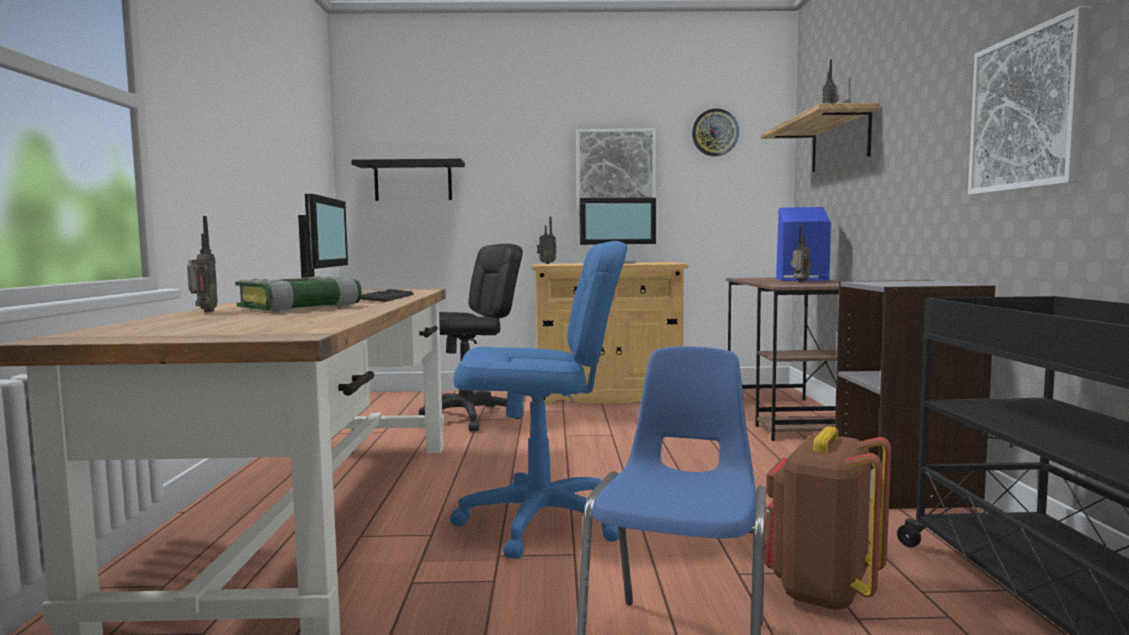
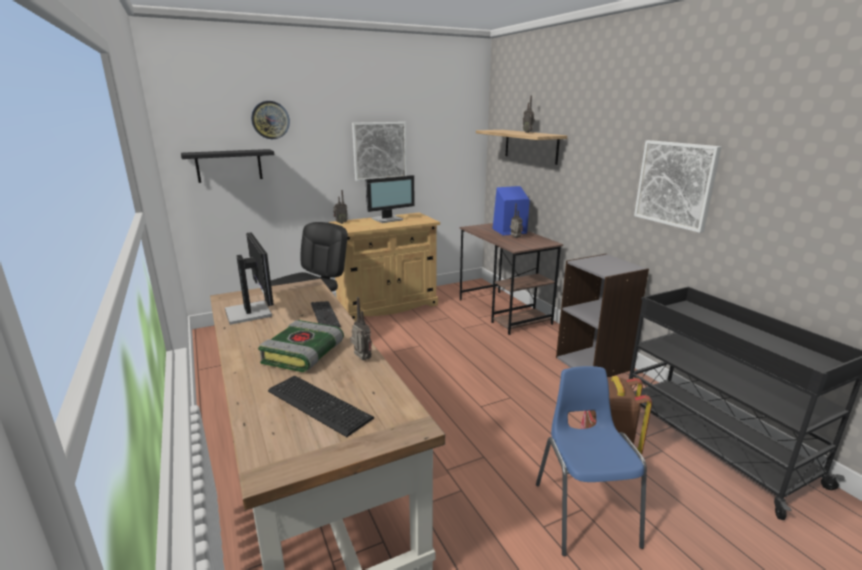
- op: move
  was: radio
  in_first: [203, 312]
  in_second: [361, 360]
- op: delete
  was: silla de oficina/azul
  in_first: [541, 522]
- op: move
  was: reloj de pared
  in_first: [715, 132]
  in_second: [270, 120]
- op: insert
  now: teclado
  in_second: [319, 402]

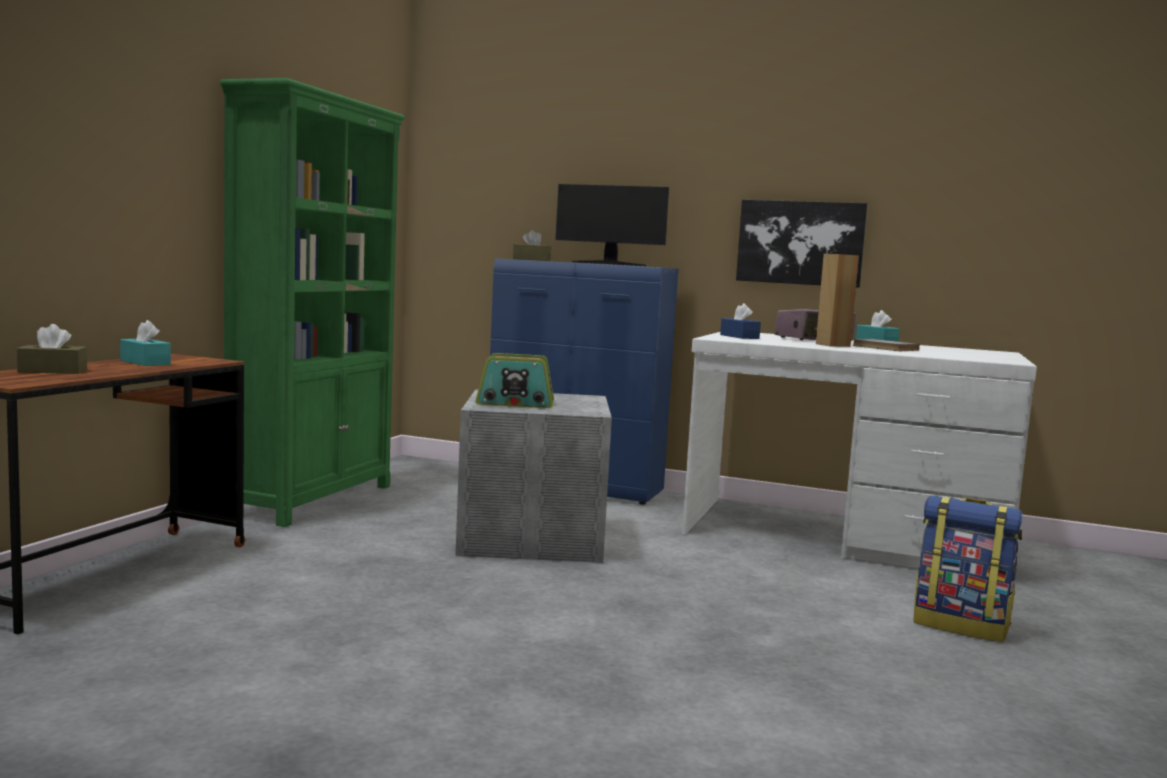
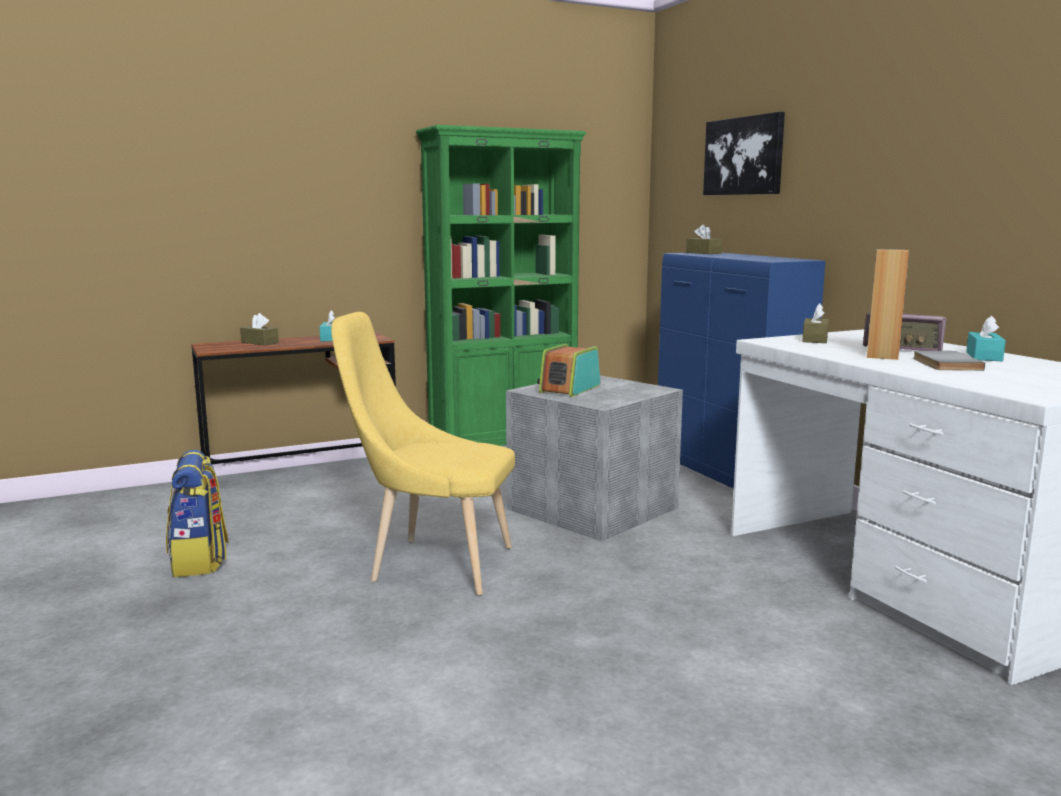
- op: rotate
  was: radio
  in_first: [515, 403]
  in_second: [569, 389]
  clockwise: 75
- op: delete
  was: monitor
  in_first: [609, 264]
- op: recolor
  was: caja de pañuelos/azul
  now: caja de pañuelos/marrón
  in_first: [739, 337]
  in_second: [815, 339]
- op: move
  was: cuadro
  in_first: [800, 243]
  in_second: [744, 156]
- op: move
  was: mochila
  in_first: [961, 625]
  in_second: [200, 561]
- op: insert
  now: silla/amarillo
  in_second: [432, 564]

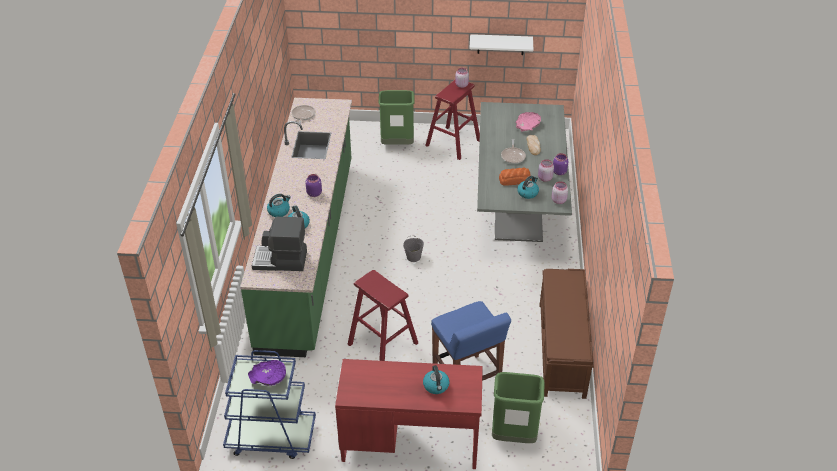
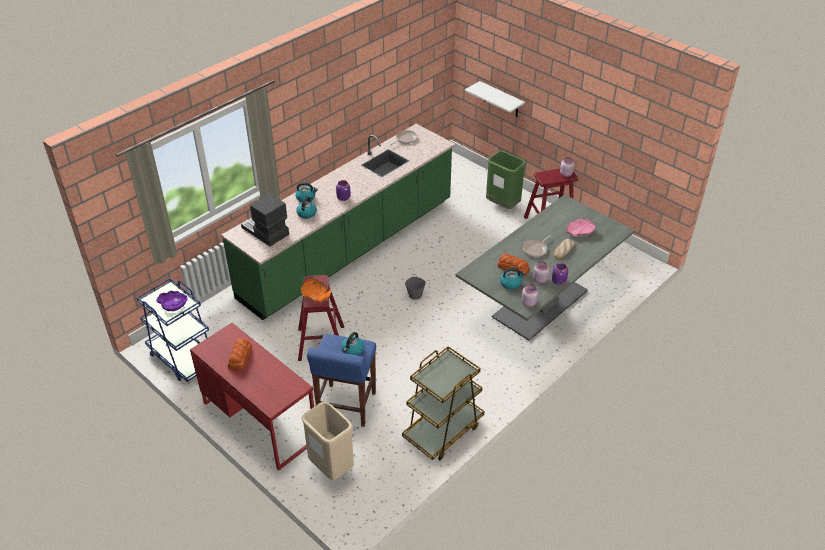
- op: move
  was: hervidor
  in_first: [436, 386]
  in_second: [352, 350]
- op: move
  was: estante/blanco
  in_first: [500, 44]
  in_second: [501, 100]
- op: recolor
  was: papelera/verde
  now: papelera/beis
  in_first: [513, 436]
  in_second: [331, 467]
- op: replace
  was: banco/marrón
  now: carrito/marrón
  in_first: [561, 350]
  in_second: [443, 431]
- op: insert
  now: pan
  in_second: [240, 357]
- op: insert
  now: cuenco/naranja
  in_second: [316, 294]

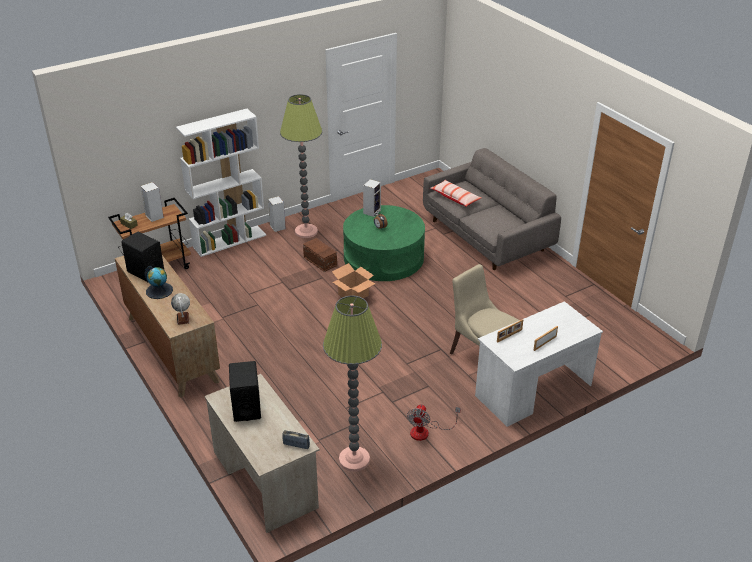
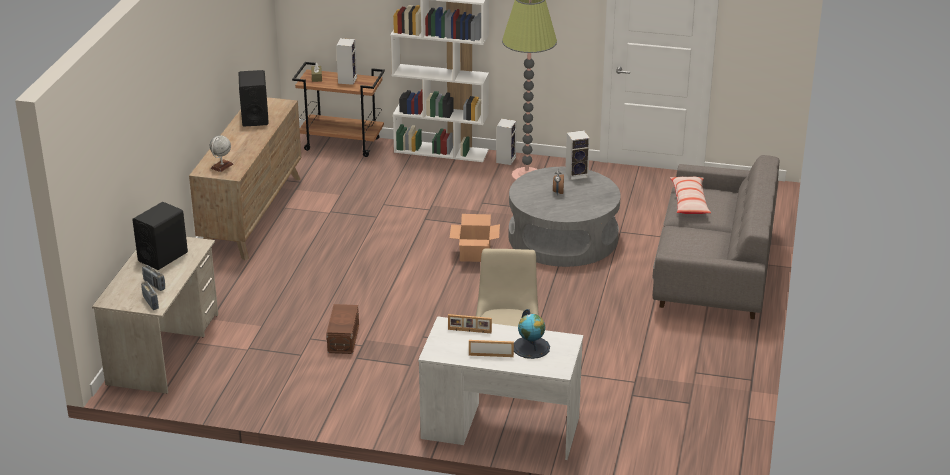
- op: move
  was: globo terráqueo
  in_first: [159, 290]
  in_second: [531, 347]
- op: move
  was: caja de almacenaje/marrón
  in_first: [320, 262]
  in_second: [342, 339]
- op: delete
  was: lámpara de pie
  in_first: [354, 459]
- op: recolor
  was: mesa de centro/verde
  now: mesa de centro/gris
  in_first: [383, 257]
  in_second: [563, 237]
- op: delete
  was: ventilador
  in_first: [426, 431]
- op: insert
  now: radio
  in_second: [154, 285]

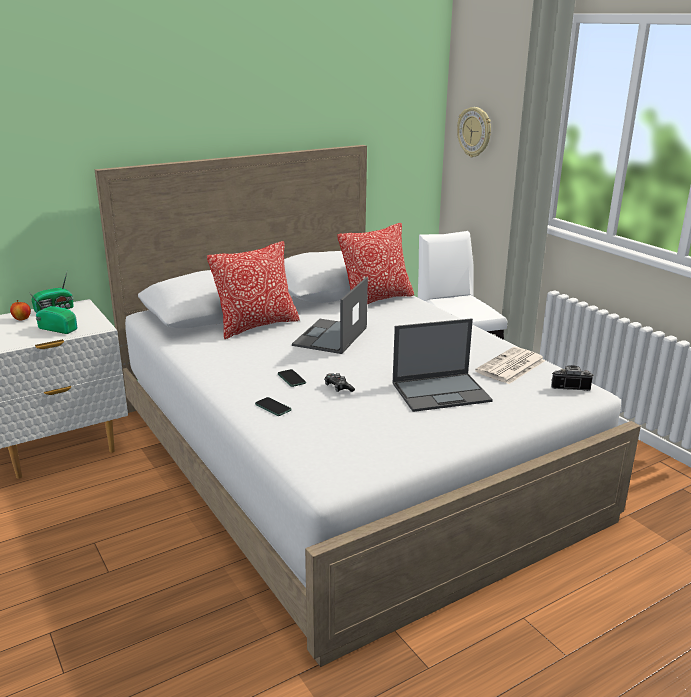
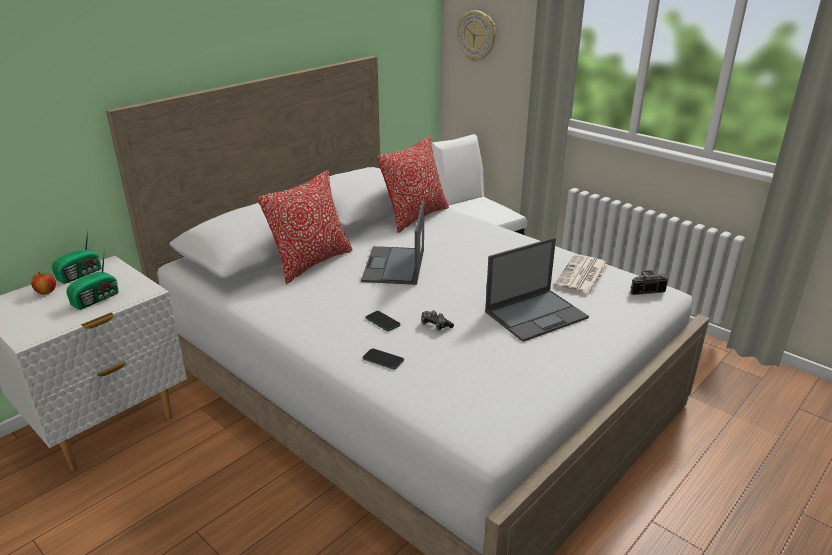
- op: rotate
  was: radio
  in_first: [57, 328]
  in_second: [97, 299]
  clockwise: 120

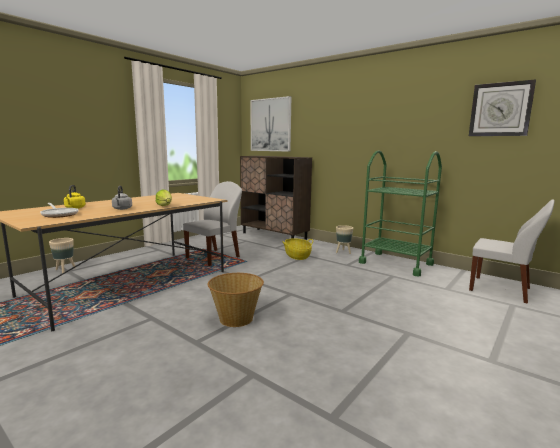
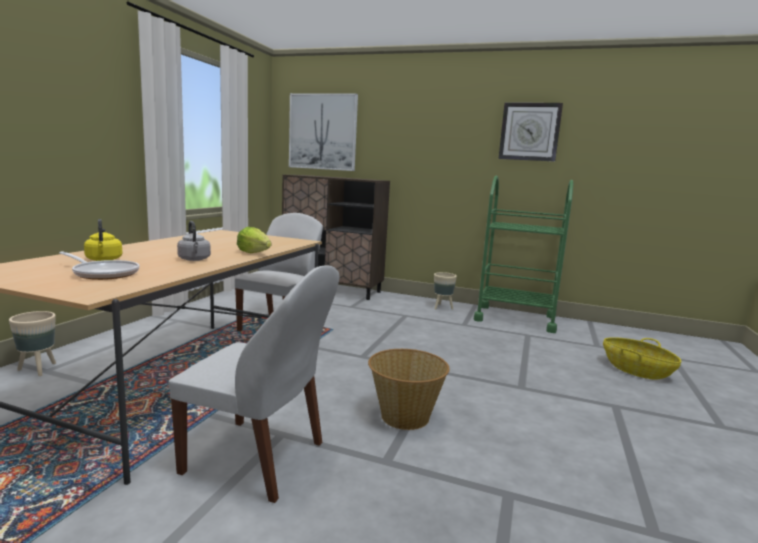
- op: move
  was: cesta
  in_first: [297, 256]
  in_second: [636, 370]
- op: move
  was: reloj de pared
  in_first: [500, 109]
  in_second: [529, 132]
- op: move
  was: silla/blanco
  in_first: [502, 290]
  in_second: [258, 459]

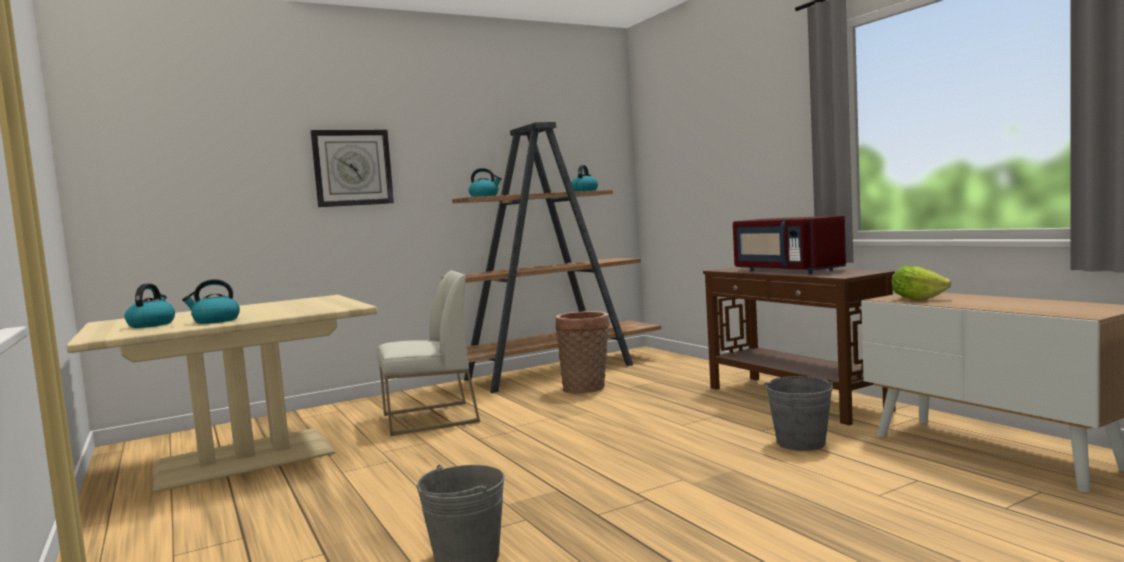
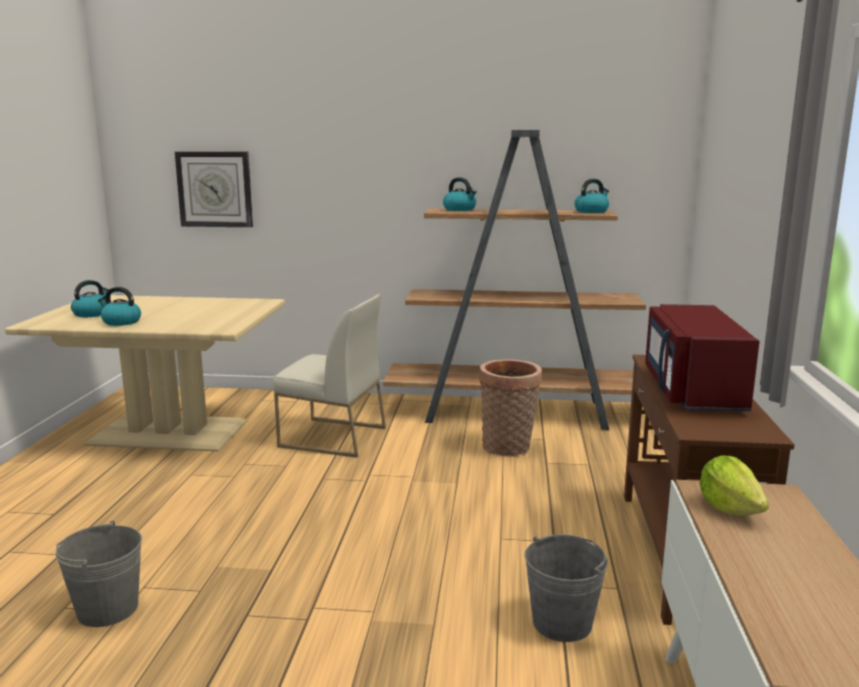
- op: move
  was: reloj de pared
  in_first: [352, 168]
  in_second: [215, 189]

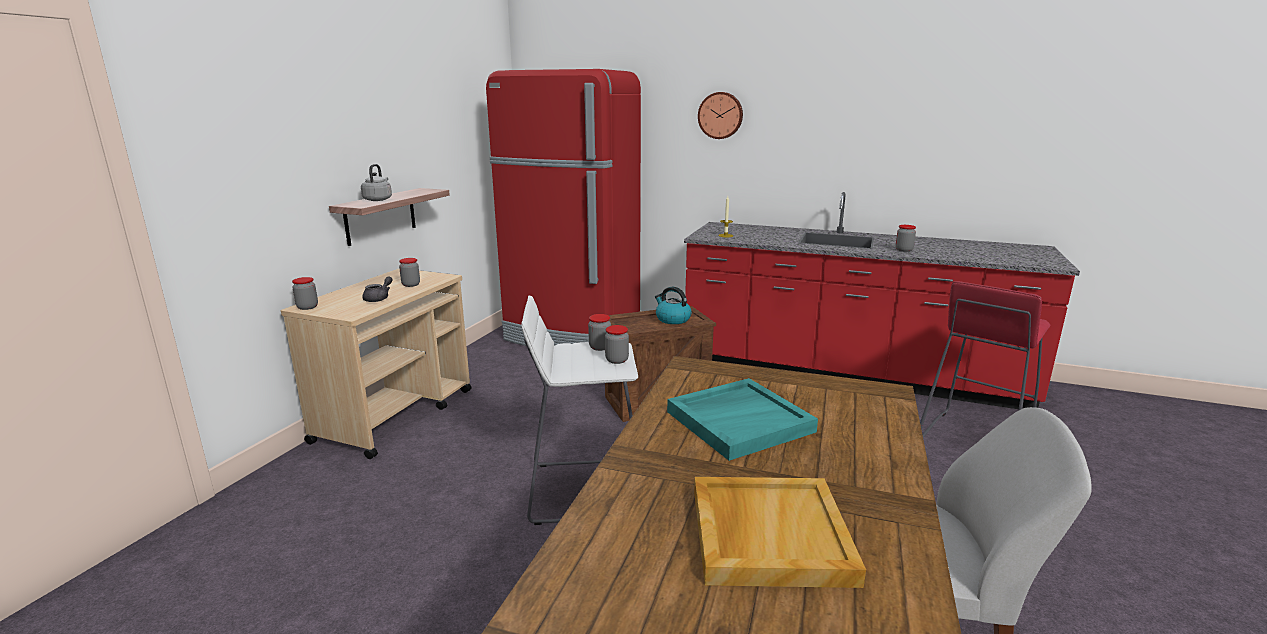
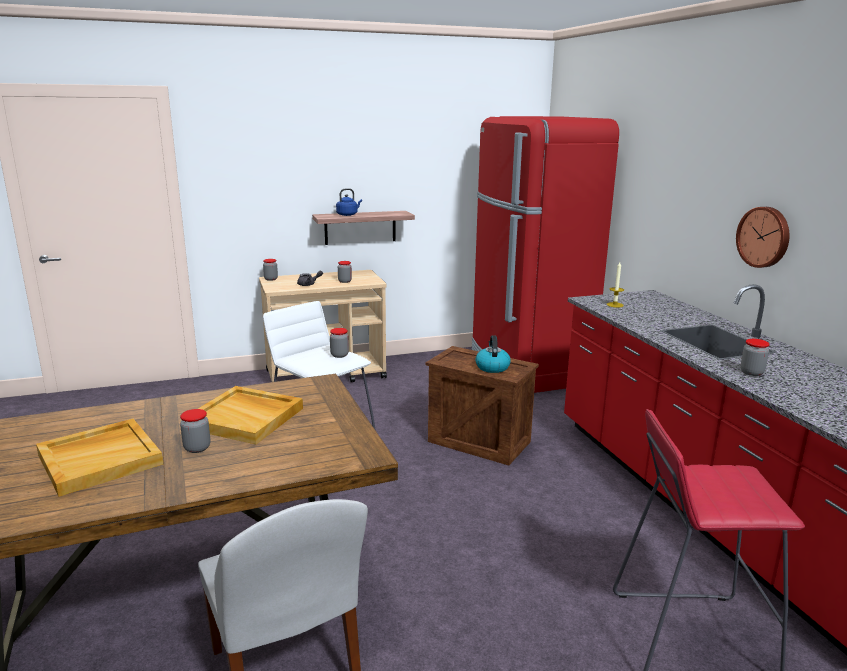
- op: recolor
  was: hervidor/gris
  now: hervidor/azul
  in_first: [378, 199]
  in_second: [348, 214]
- op: move
  was: tarro
  in_first: [617, 360]
  in_second: [197, 448]
- op: recolor
  was: bandeja/turquesa
  now: bandeja/beis
  in_first: [739, 421]
  in_second: [246, 418]
- op: move
  was: reloj de pared
  in_first: [720, 115]
  in_second: [764, 237]

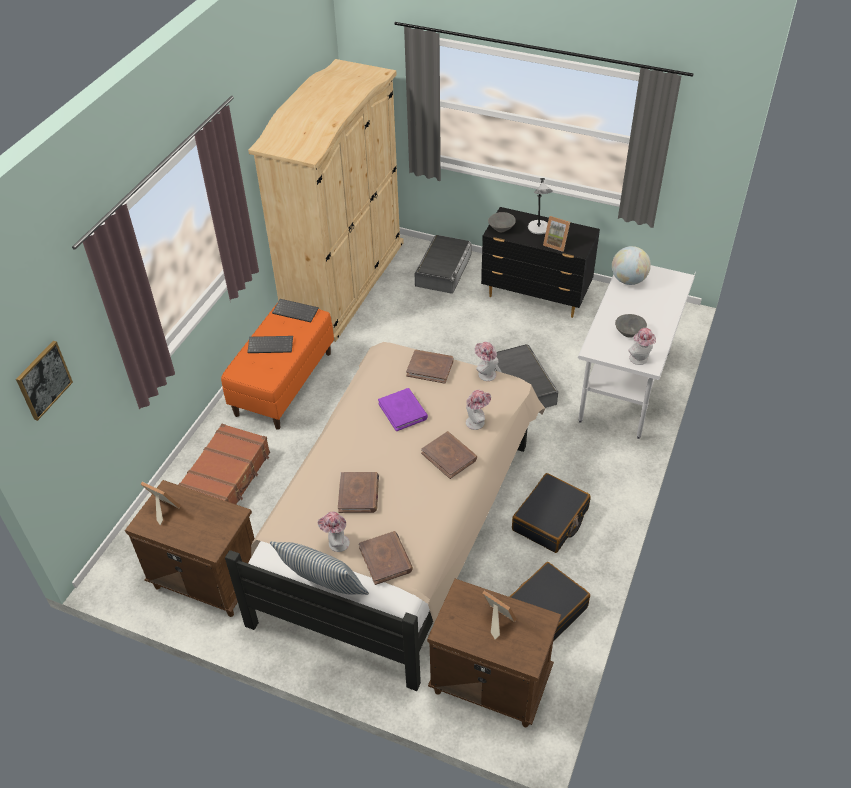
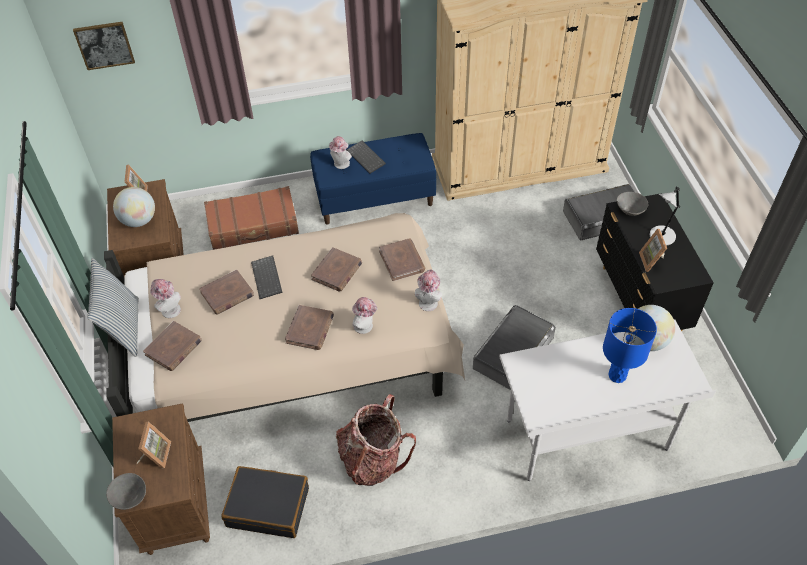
- op: recolor
  was: banco/naranja
  now: banco/azul
  in_first: [283, 383]
  in_second: [375, 198]
- op: move
  was: teclado
  in_first: [296, 311]
  in_second: [267, 278]
- op: recolor
  was: libro/morado
  now: libro/marrón
  in_first: [403, 411]
  in_second: [337, 271]
- op: replace
  was: maleta/negro
  now: mochila
  in_first: [550, 520]
  in_second: [372, 459]
- op: move
  was: cuenco/gris
  in_first: [629, 333]
  in_second: [130, 498]
- op: move
  was: sombrero
  in_first: [640, 360]
  in_second: [340, 165]
- op: insert
  now: globo terráqueo
  in_second: [139, 220]
- op: insert
  now: lámpara de mesa/azul
  in_second: [617, 375]

